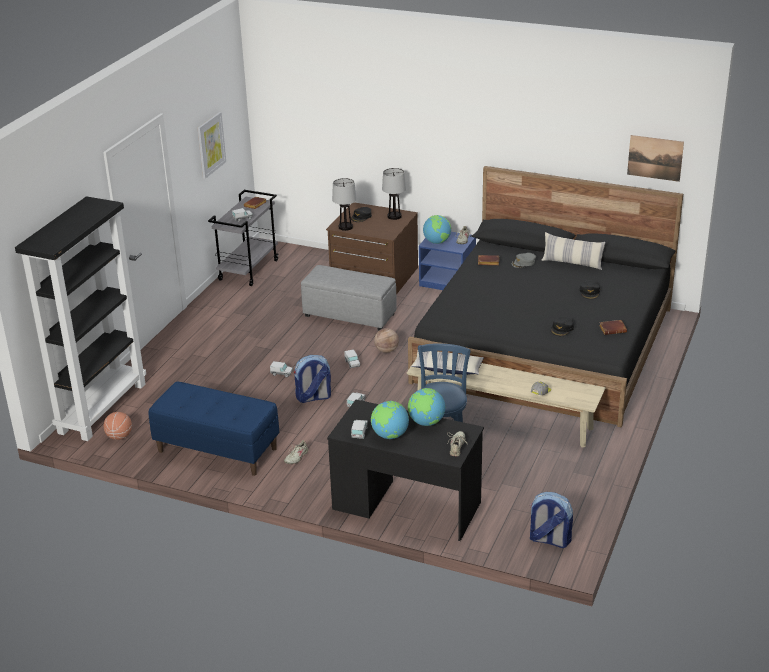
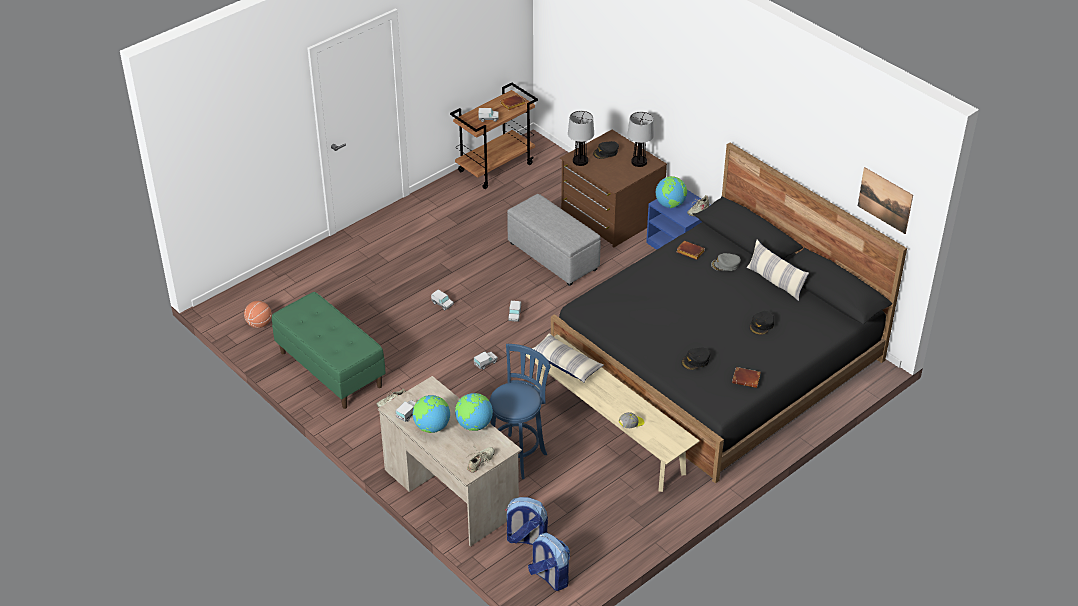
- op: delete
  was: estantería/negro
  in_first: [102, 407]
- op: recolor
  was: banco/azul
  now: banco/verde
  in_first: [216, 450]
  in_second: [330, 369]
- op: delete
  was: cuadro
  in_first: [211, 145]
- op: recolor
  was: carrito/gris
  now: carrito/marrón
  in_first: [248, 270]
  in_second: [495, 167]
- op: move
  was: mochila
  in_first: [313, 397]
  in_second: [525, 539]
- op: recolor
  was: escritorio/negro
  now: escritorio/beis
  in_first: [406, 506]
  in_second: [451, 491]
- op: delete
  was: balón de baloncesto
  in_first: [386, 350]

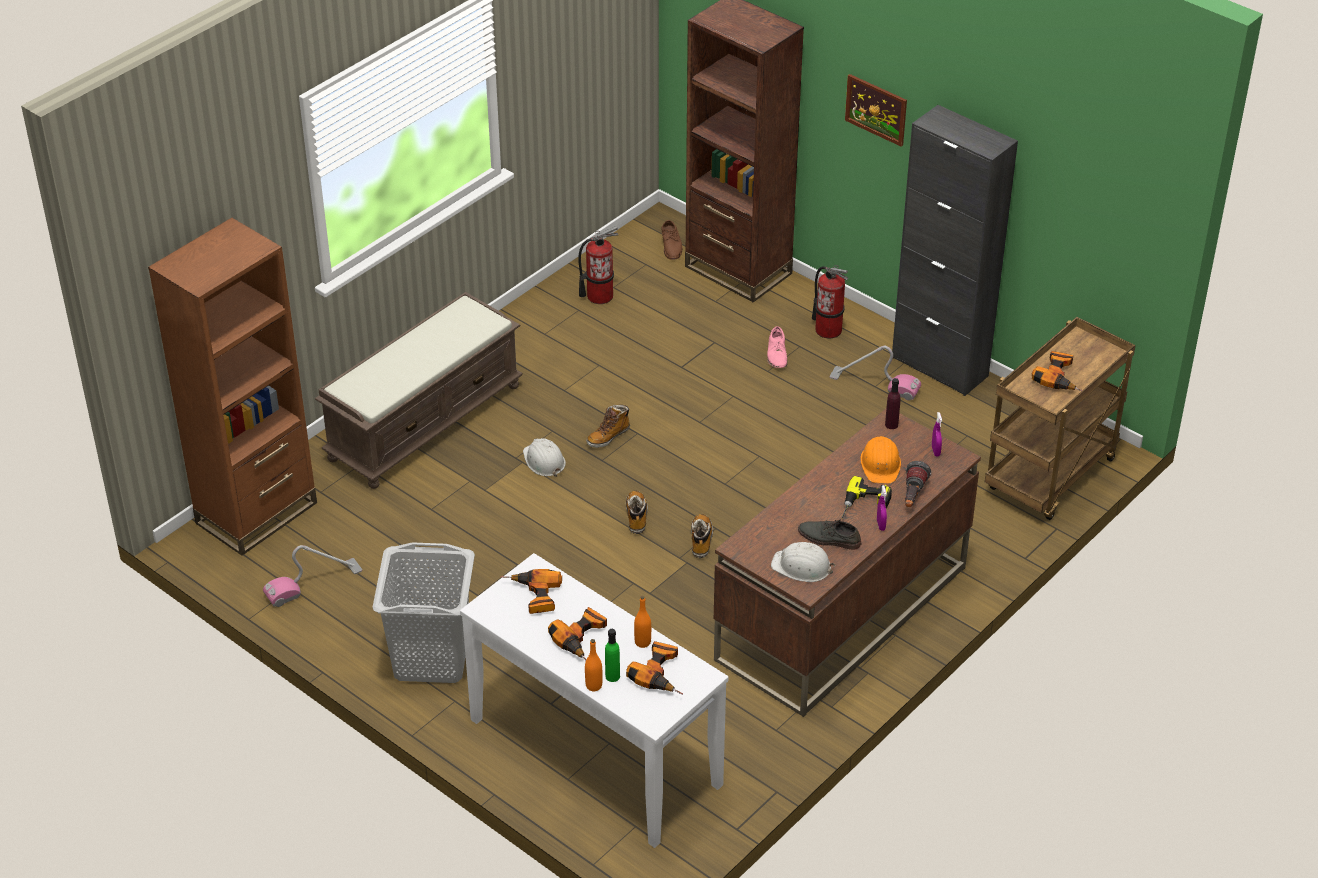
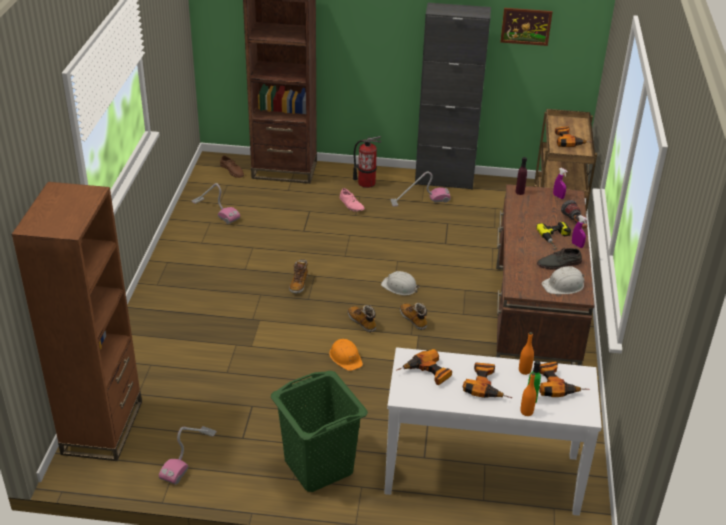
- op: delete
  was: banco/marrón
  in_first: [424, 421]
- op: recolor
  was: cesto de la ropa/gris
  now: cesto de la ropa/verde
  in_first: [430, 658]
  in_second: [318, 467]
- op: move
  was: casco/blanco
  in_first: [544, 461]
  in_second: [399, 287]
- op: replace
  was: extintor
  now: aspiradora
  in_first: [599, 296]
  in_second: [215, 210]
- op: move
  was: cuadro
  in_first: [876, 109]
  in_second: [526, 26]
- op: move
  was: casco/naranja
  in_first: [881, 464]
  in_second: [345, 357]

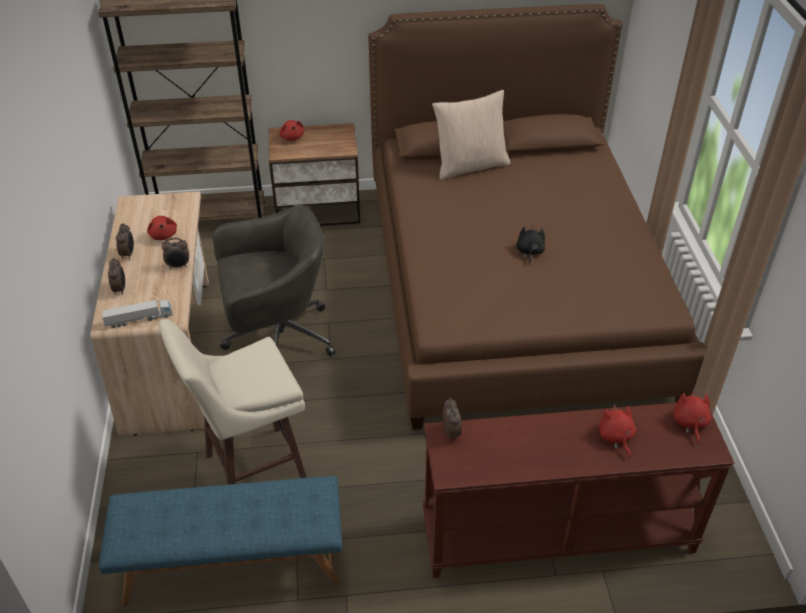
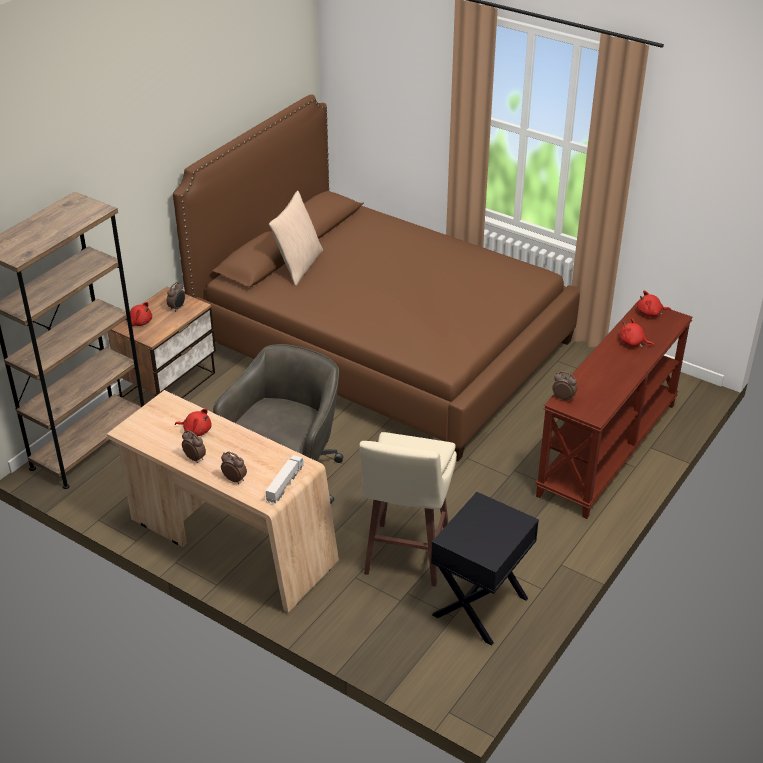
- op: replace
  was: banco/azul
  now: mesita de noche/negro
  in_first: [233, 564]
  in_second: [481, 607]
- op: move
  was: despertador
  in_first: [178, 266]
  in_second: [177, 308]
- op: delete
  was: peluche/negro
  in_first: [529, 252]
- op: rotate
  was: peluche/rojo
  in_first: [689, 423]
  in_second: [650, 313]
  clockwise: -45

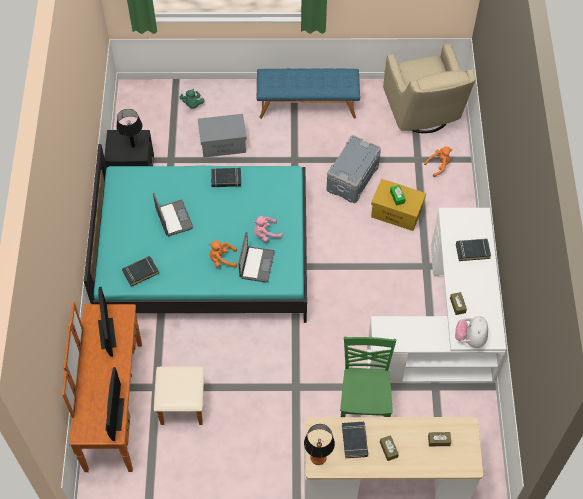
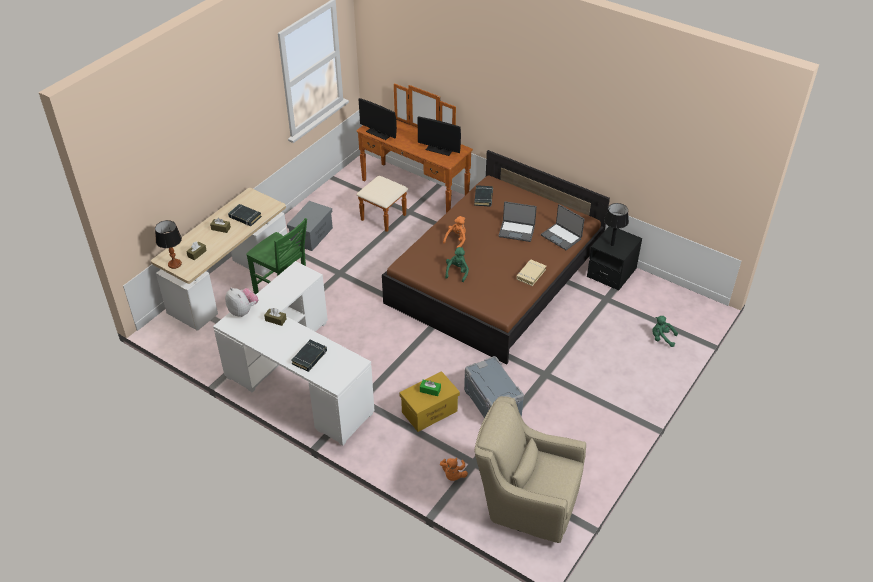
- op: recolor
  was: cama/turquesa
  now: cama/marrón
  in_first: [204, 254]
  in_second: [495, 277]
- op: move
  was: caja de almacenaje/gris
  in_first: [223, 144]
  in_second: [311, 236]
- op: recolor
  was: libro/negro
  now: libro/beis
  in_first: [226, 179]
  in_second: [531, 274]
- op: move
  was: portátil
  in_first: [256, 264]
  in_second: [561, 237]
- op: recolor
  was: peluche/rosa
  now: peluche/verde
  in_first: [266, 234]
  in_second: [457, 272]
- op: delete
  was: banco/azul
  in_first: [307, 105]
- op: move
  was: lámpara de mesa
  in_first: [318, 457]
  in_second: [174, 264]

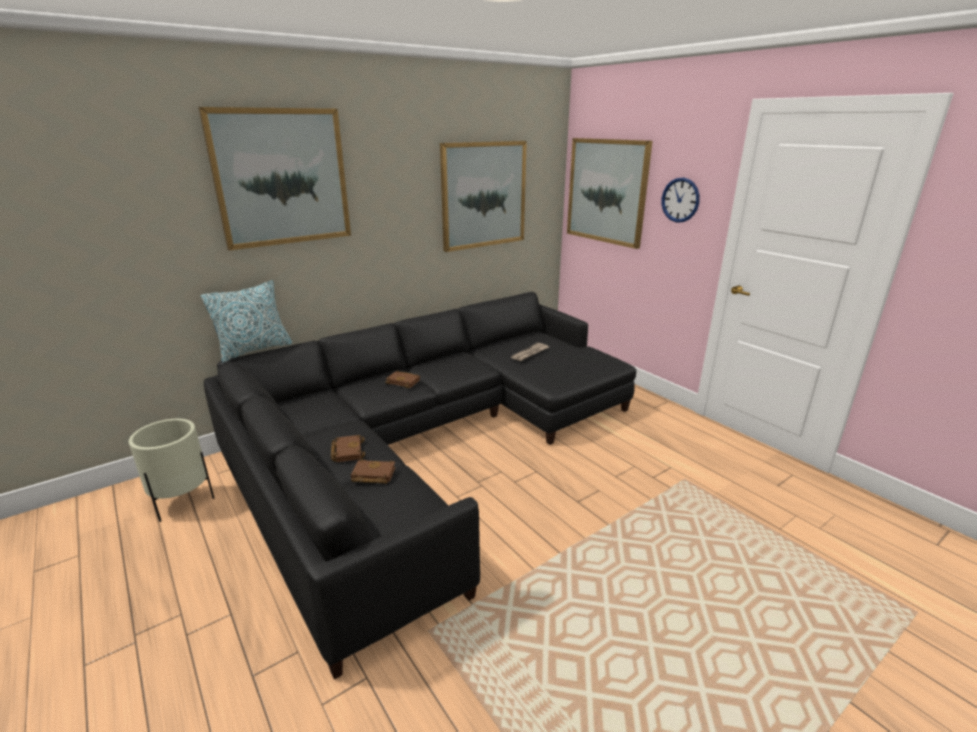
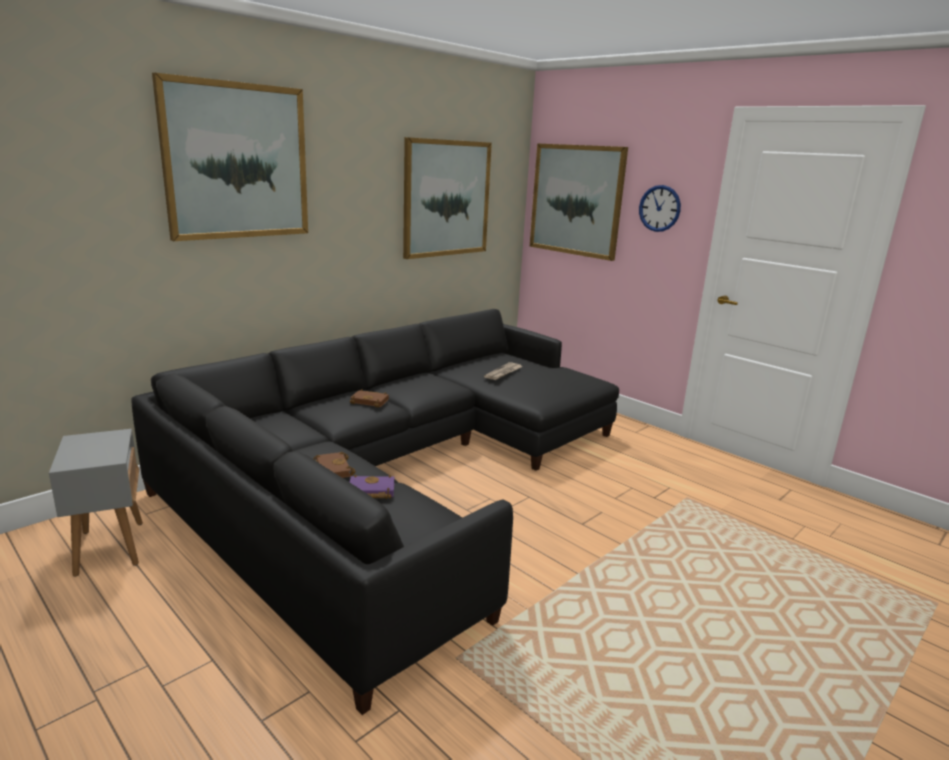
- op: replace
  was: maceta/beis
  now: mesa auxiliar/gris
  in_first: [183, 502]
  in_second: [110, 547]
- op: delete
  was: cojín
  in_first: [254, 350]
- op: recolor
  was: libro/marrón
  now: libro/morado
  in_first: [372, 475]
  in_second: [370, 492]

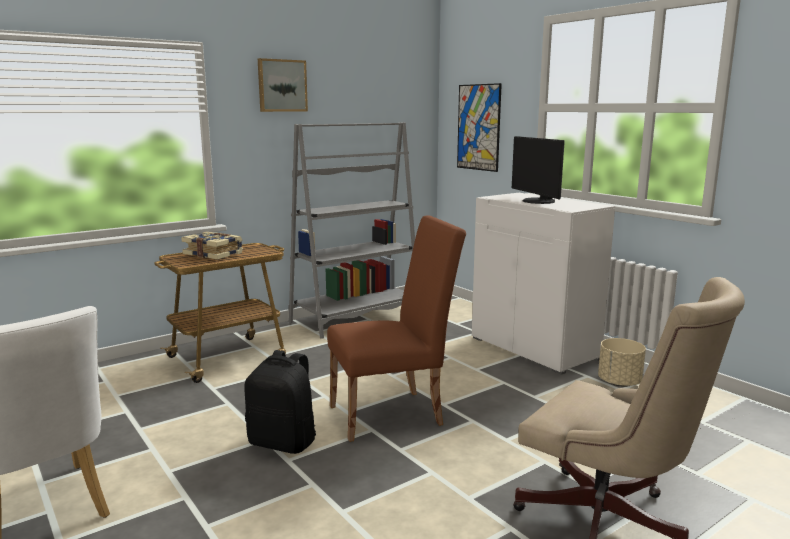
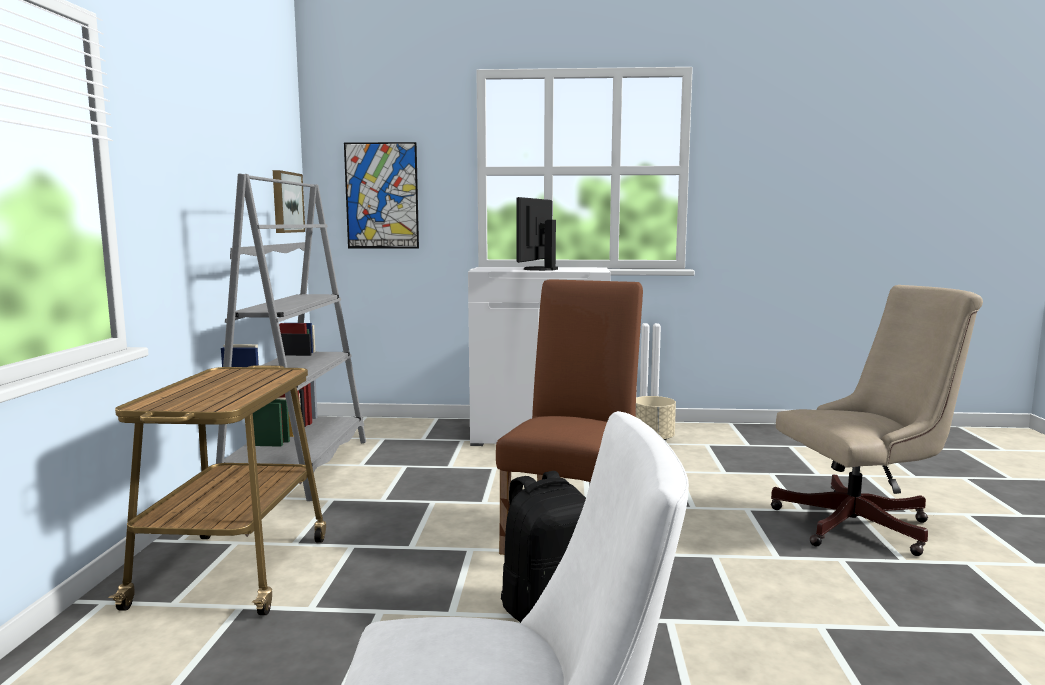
- op: delete
  was: libro
  in_first: [214, 254]
- op: move
  was: cuadro
  in_first: [281, 85]
  in_second: [286, 202]
- op: rotate
  was: monitor
  in_first: [537, 201]
  in_second: [539, 269]
  clockwise: 90

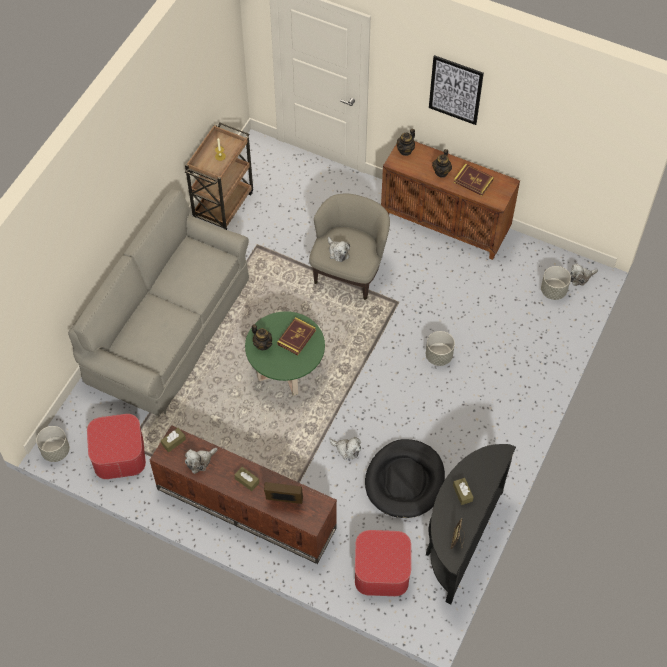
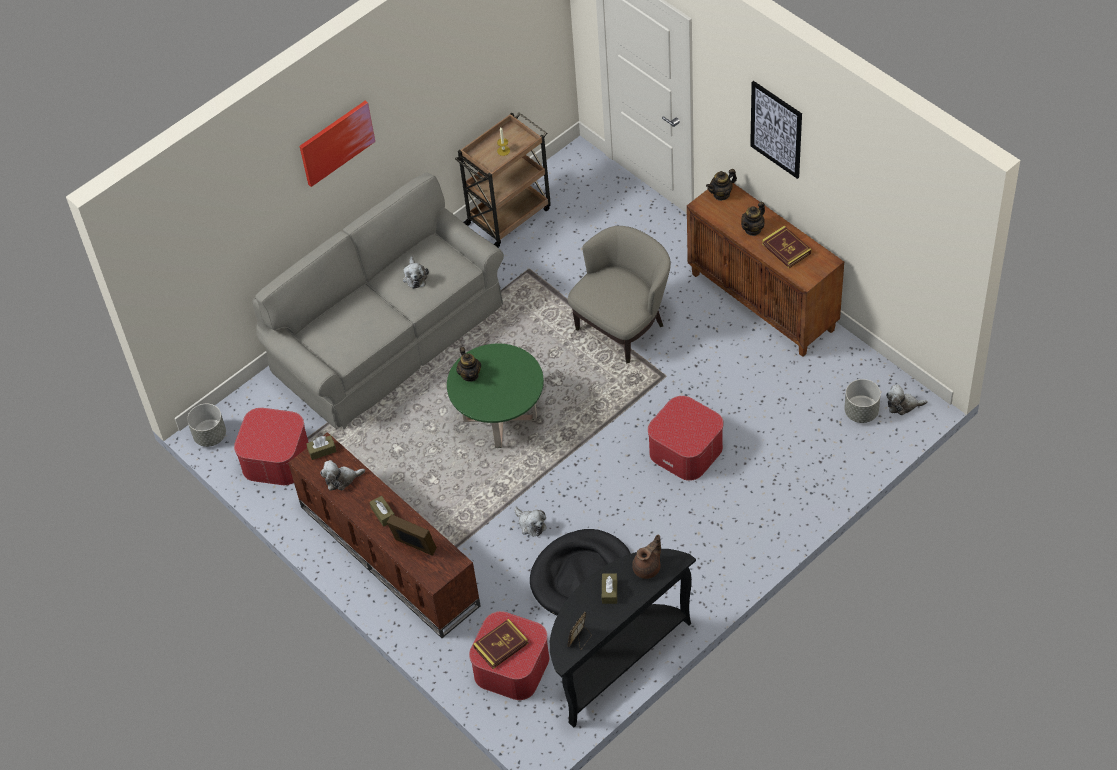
- op: move
  was: libro
  in_first: [296, 337]
  in_second: [501, 645]
- op: move
  was: peluche
  in_first: [338, 252]
  in_second: [415, 277]
- op: replace
  was: maceta/gris
  now: puf
  in_first: [439, 356]
  in_second: [686, 450]
- op: insert
  now: cuadro
  in_second: [336, 142]
- op: insert
  now: tetera/marrón
  in_second: [648, 568]

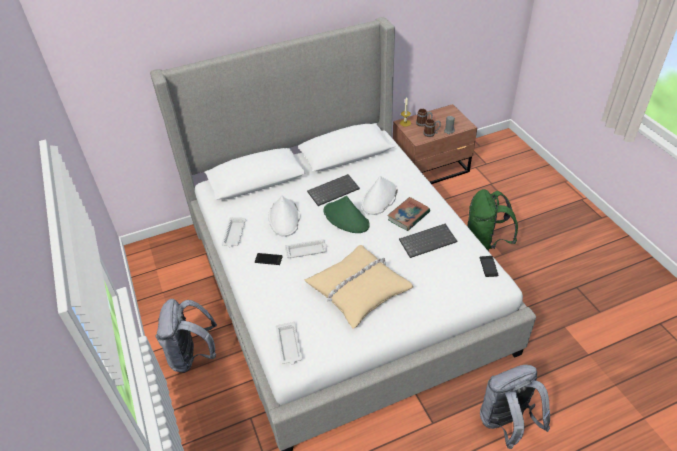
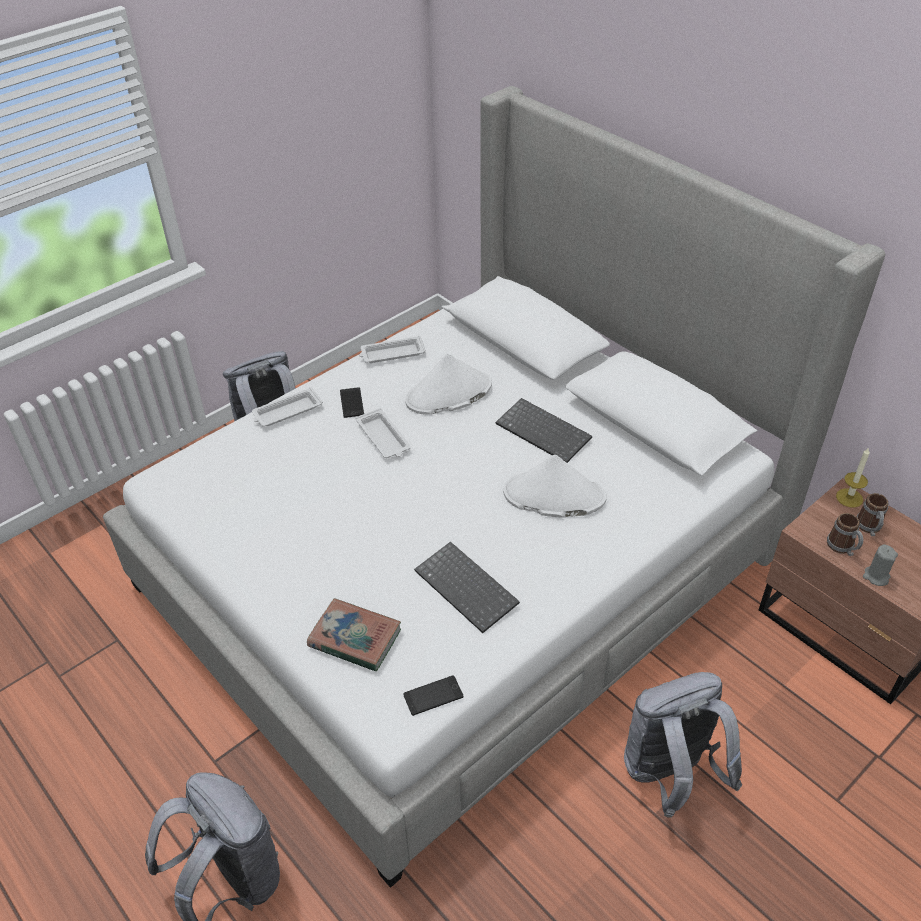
- op: move
  was: bandeja/blanco
  in_first: [289, 345]
  in_second: [286, 412]
- op: delete
  was: cojín/beis
  in_first: [358, 290]
- op: delete
  was: sombrero/verde
  in_first: [346, 218]
- op: move
  was: libro
  in_first: [408, 216]
  in_second: [355, 638]
- op: recolor
  was: mochila/verde
  now: mochila/gris
  in_first: [485, 244]
  in_second: [670, 775]

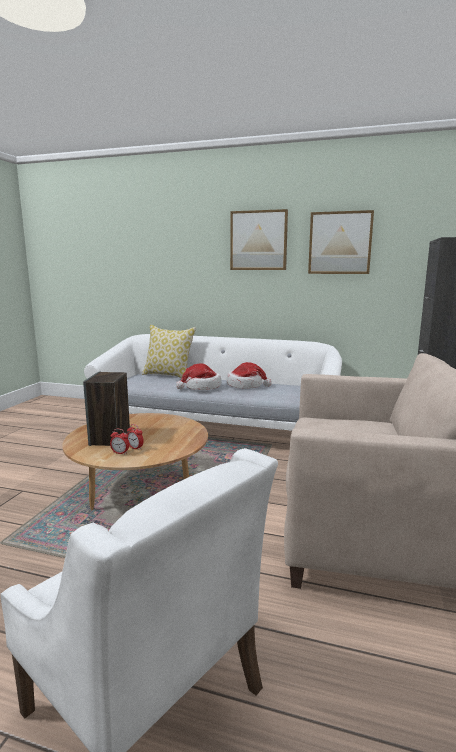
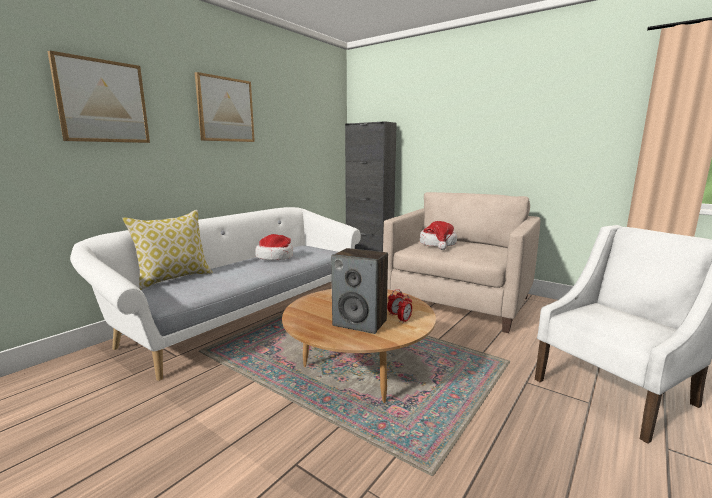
- op: move
  was: sombrero
  in_first: [201, 387]
  in_second: [438, 244]
- op: move
  was: cuadro
  in_first: [340, 243]
  in_second: [102, 101]

